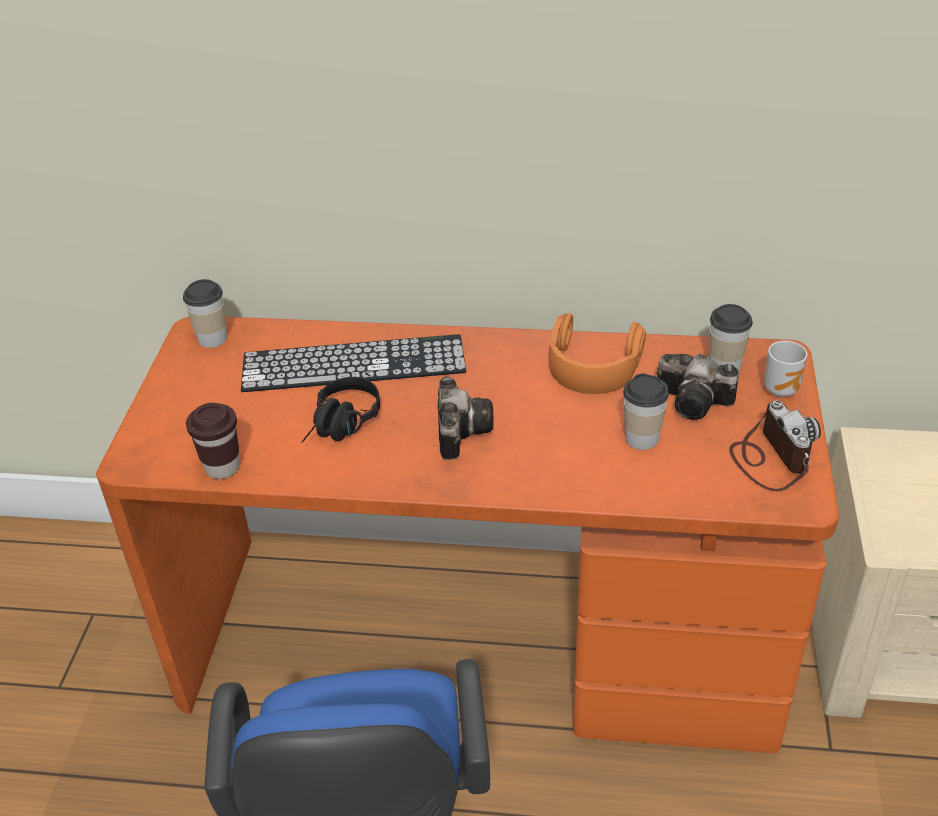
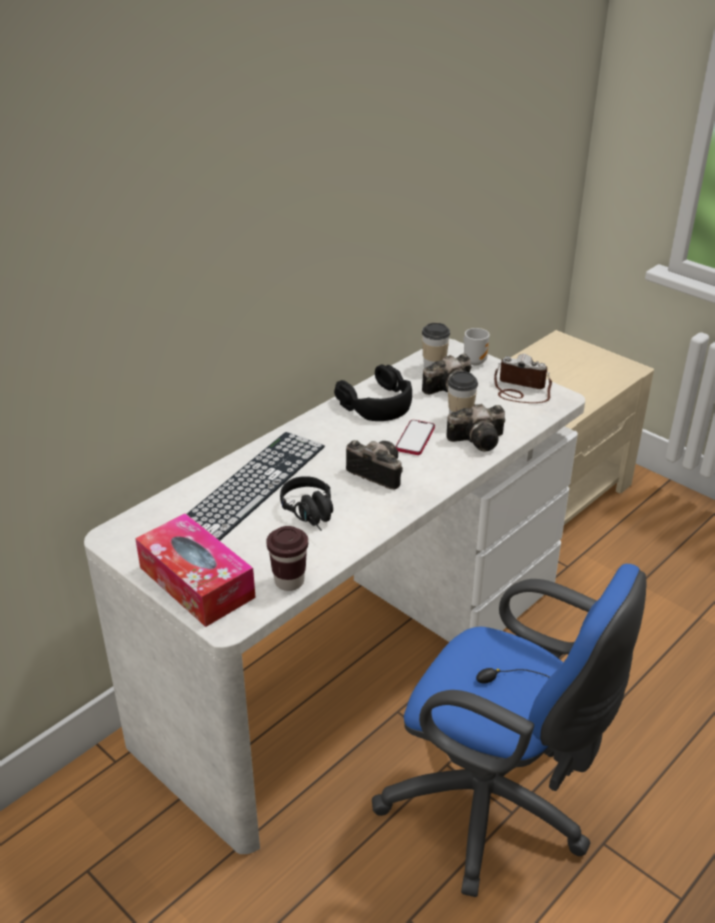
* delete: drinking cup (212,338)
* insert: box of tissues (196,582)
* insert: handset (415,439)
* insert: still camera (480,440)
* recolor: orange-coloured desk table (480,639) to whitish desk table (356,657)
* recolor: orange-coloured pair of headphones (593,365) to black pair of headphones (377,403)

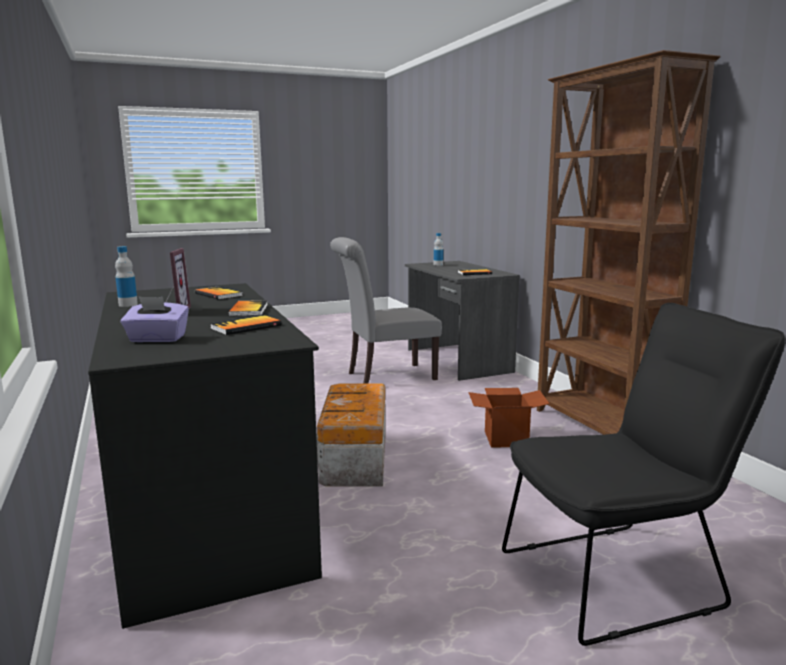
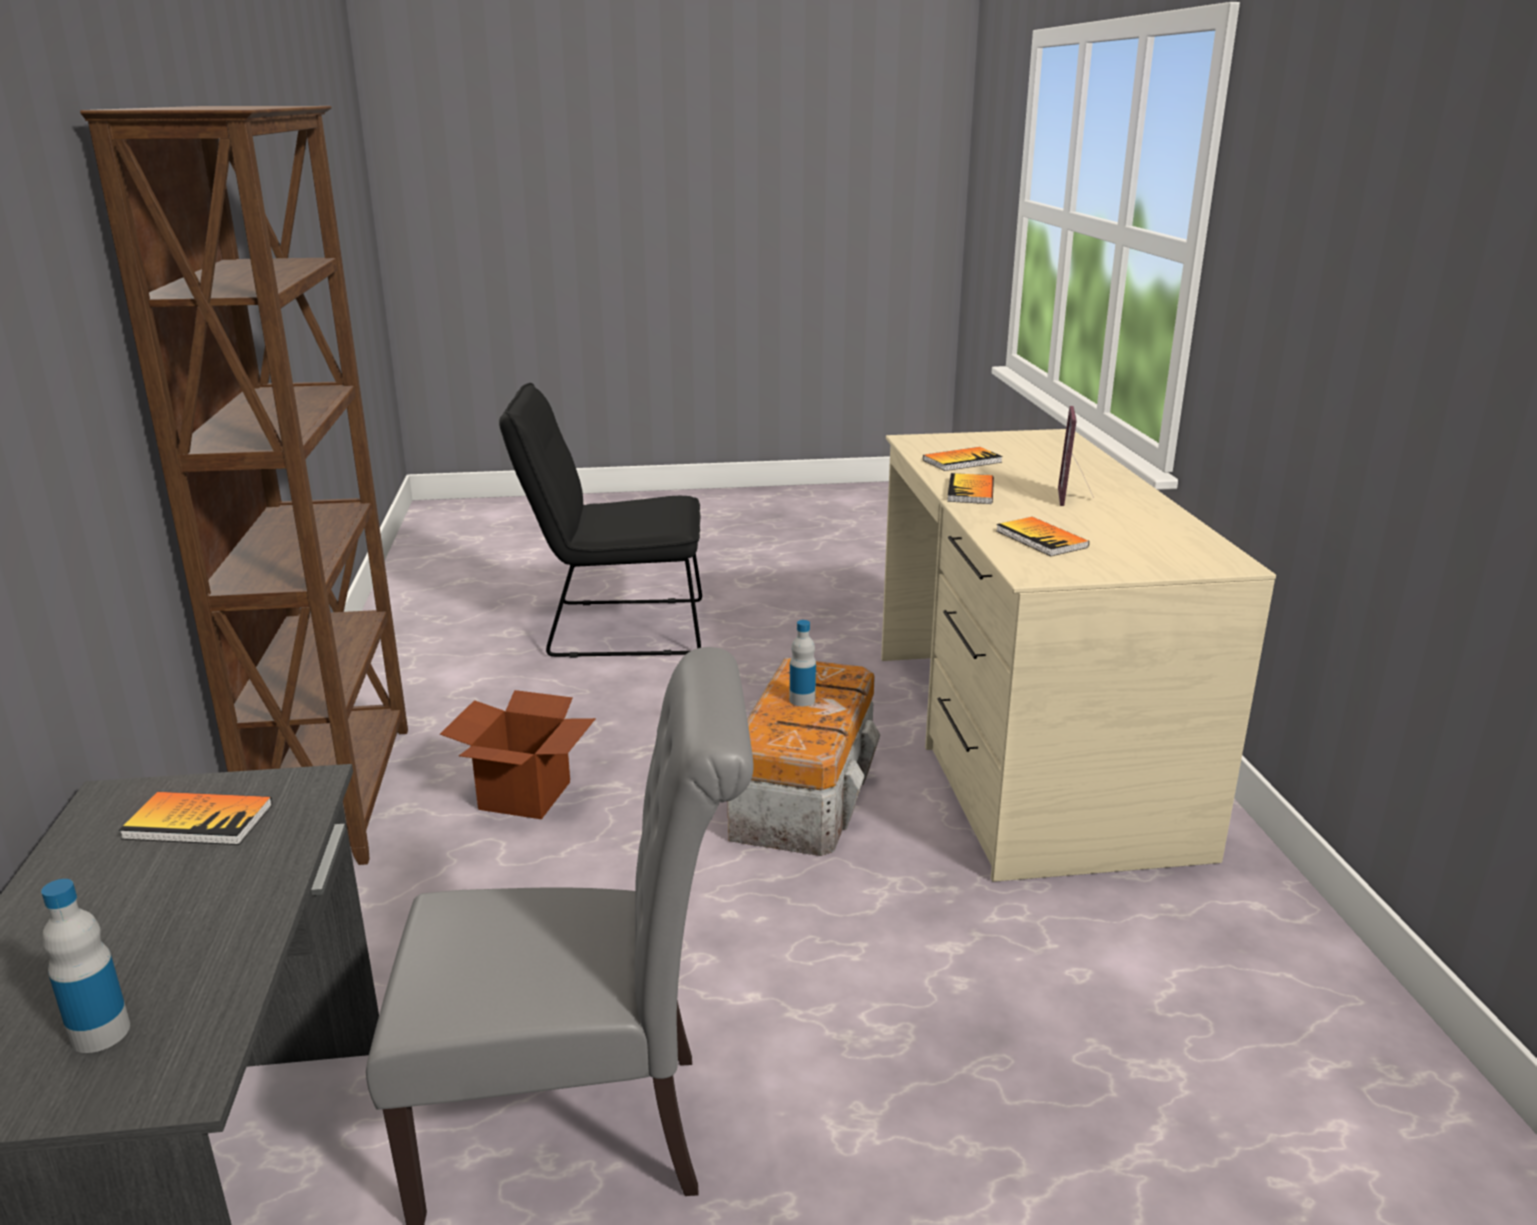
* delete: purple-coloured box of tissues (157,339)
* move: bottle (128,305) to (802,700)
* recolor: black desk table (207,505) to beige-coloured desk table (1023,746)

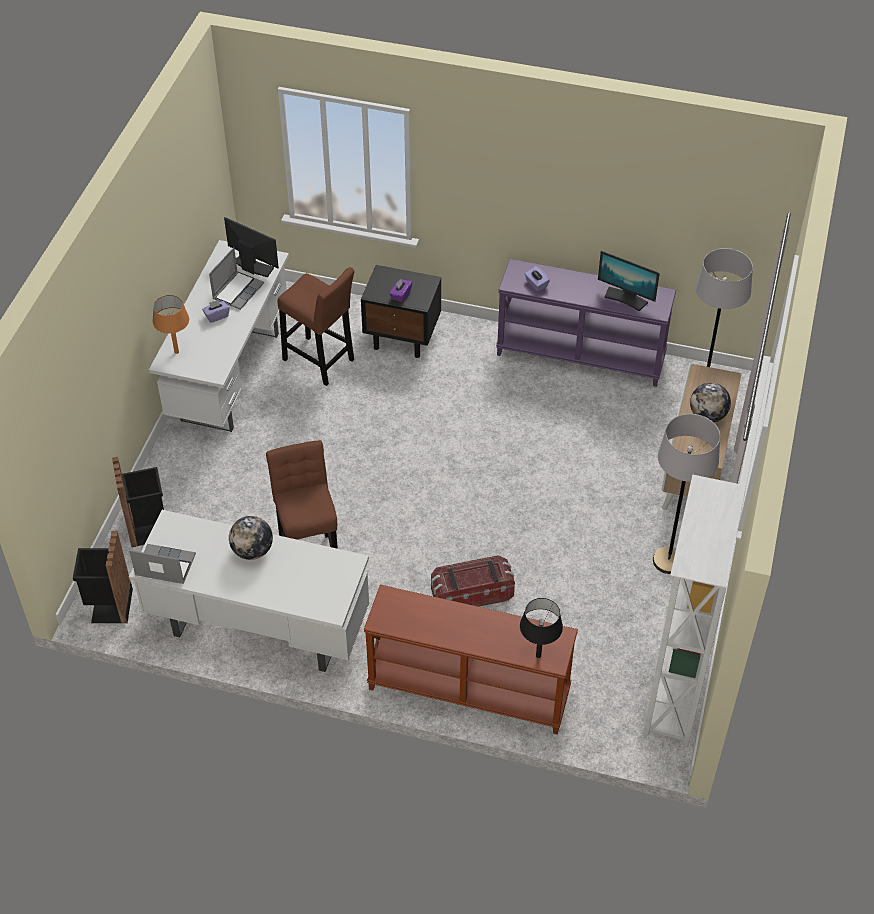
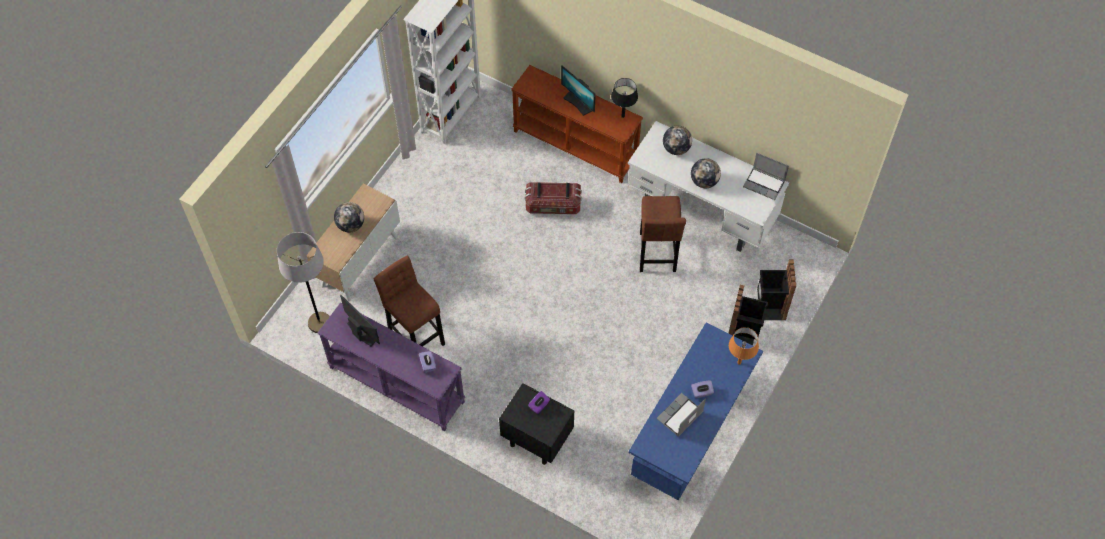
* delete: greyish standard lamp (668,561)
* insert: globe (676,148)
* move: black rubbish bin (109,606) to (743,334)
* move: computer display (253,266) to (578,103)
* move: brown stool (321,362) to (415,334)
* move: black tabletop lamp (538,656) to (623,116)
* recolor: whitish desk table (230,376) to bluish desk table (690,434)

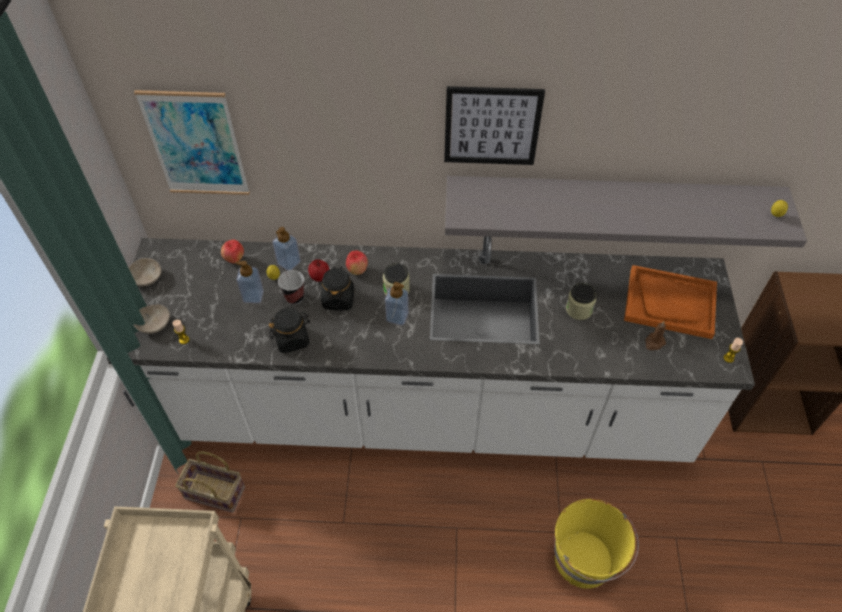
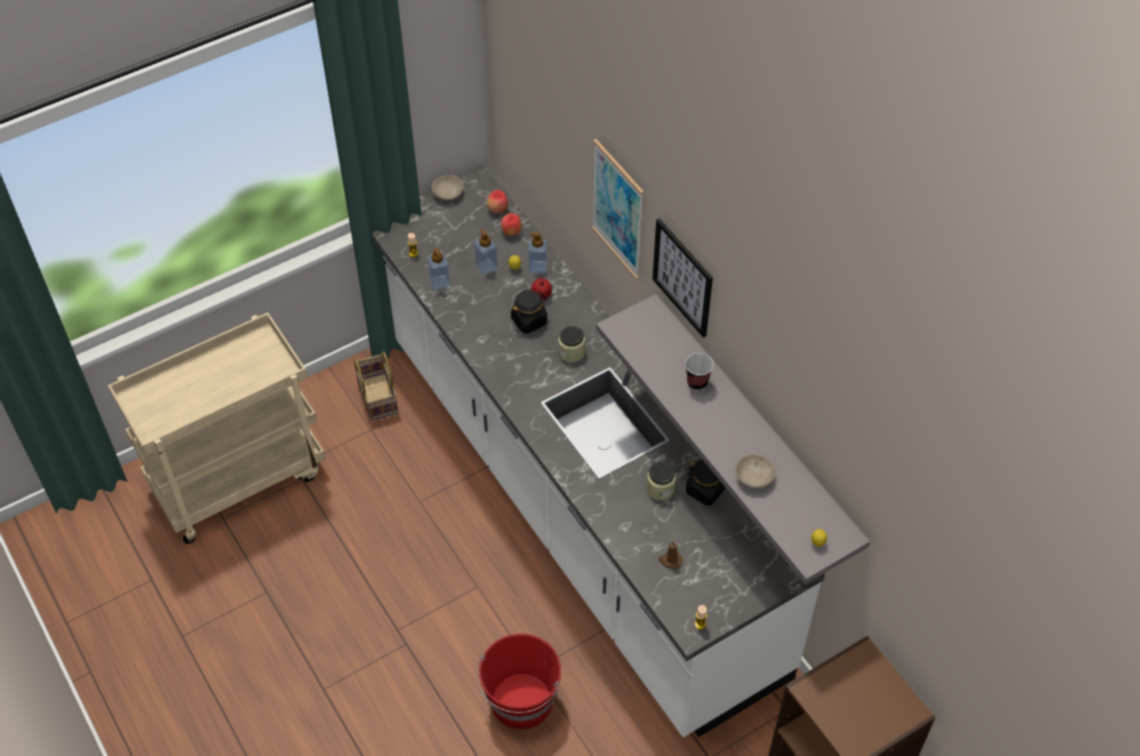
* delete: orange-coloured tray (670,303)
* move: wall art (196,144) to (618,209)
* move: beige-coloured deep dish (154,325) to (752,478)
* move: black storage jar (292,339) to (705,490)
* move: drinking cup (294,297) to (697,382)
* move: whole apple (357,270) to (498,210)
* move: soap bottle (397,317) to (439,282)
* recolor: yellow-coloured bucket (584,560) to red bucket (521,702)

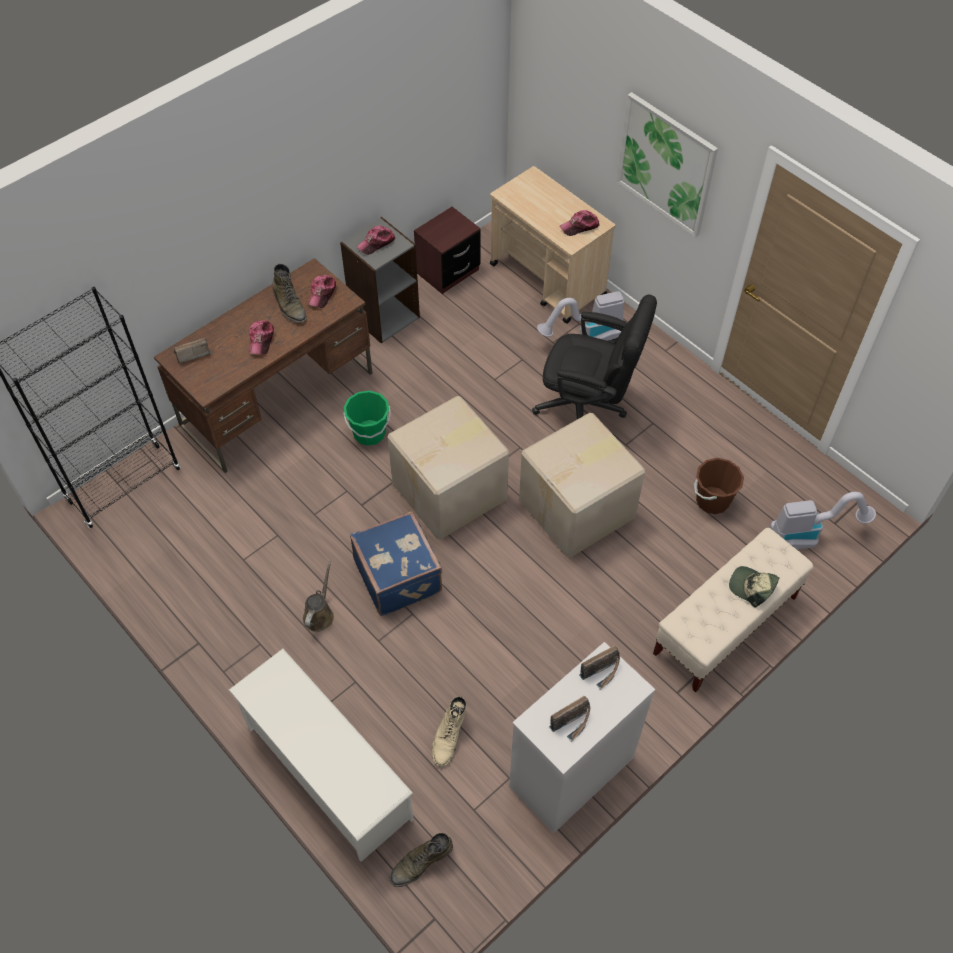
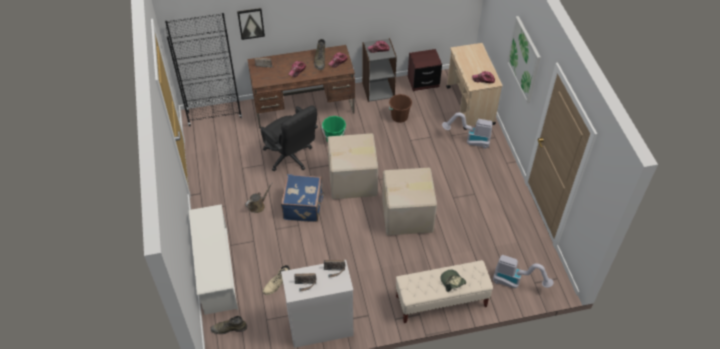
* insert: wall art (251,23)
* move: black desk chair (588,407) to (291,158)
* move: brown bucket (712,500) to (399,117)

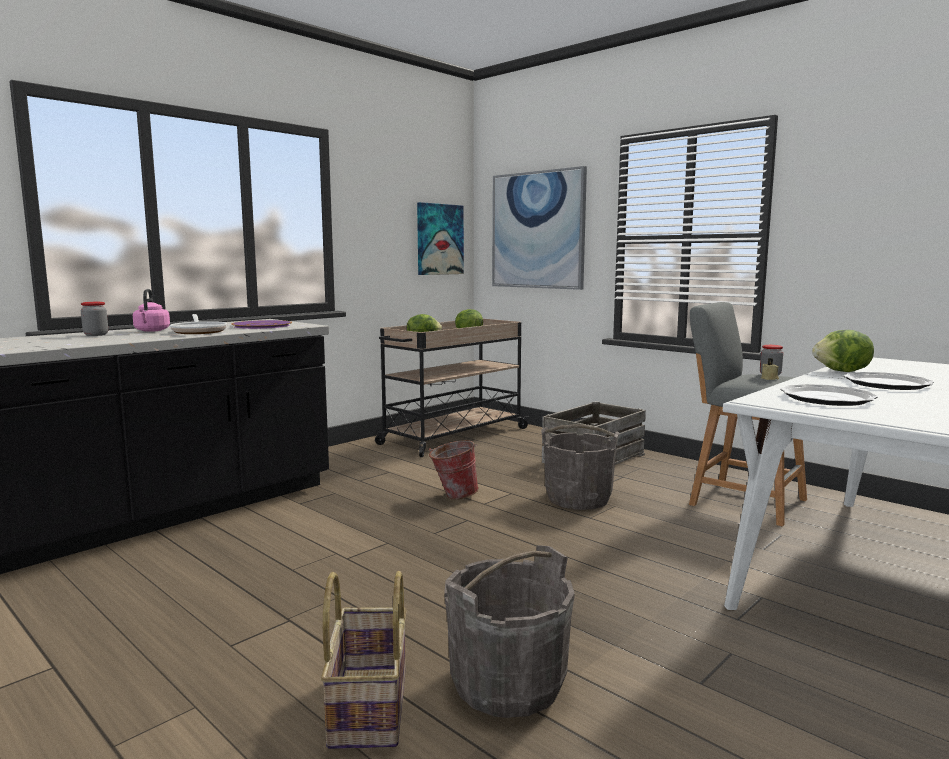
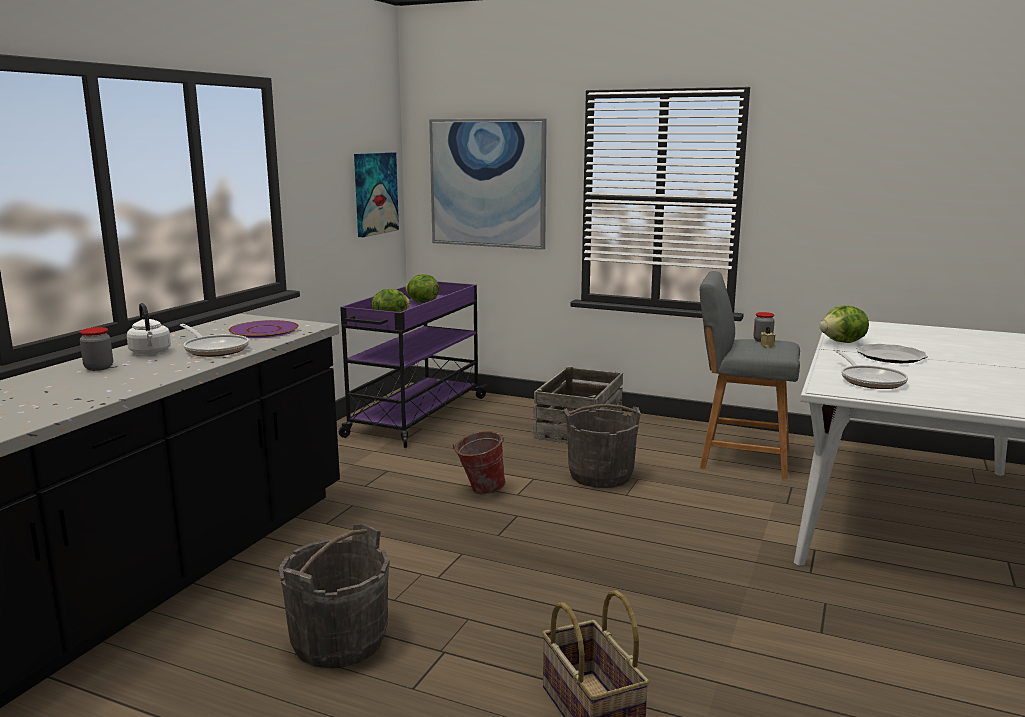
* move: greyish bucket (508,683) to (339,641)
* replace: dinner plate (827,398) to skillet (870,380)
* recolor: pink-coloured tea kettle (151,331) to whitish tea kettle (150,352)
* recolor: beige-coloured wheeled cart (453,436) to purple-coloured wheeled cart (416,417)

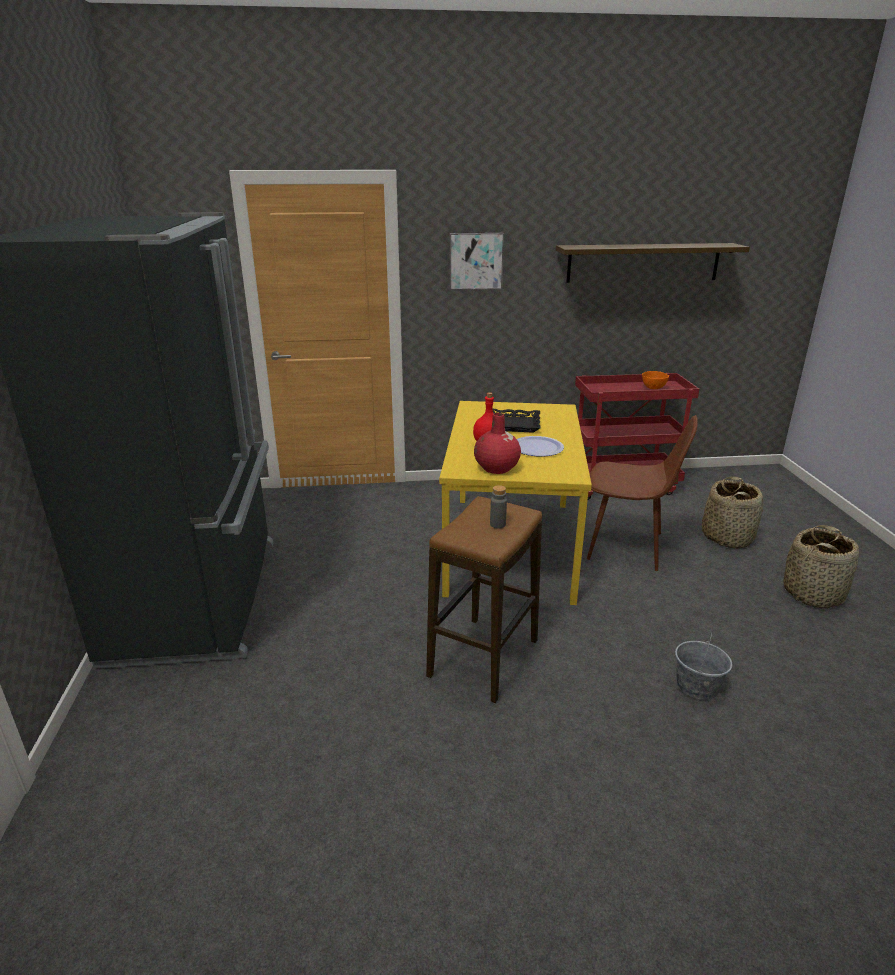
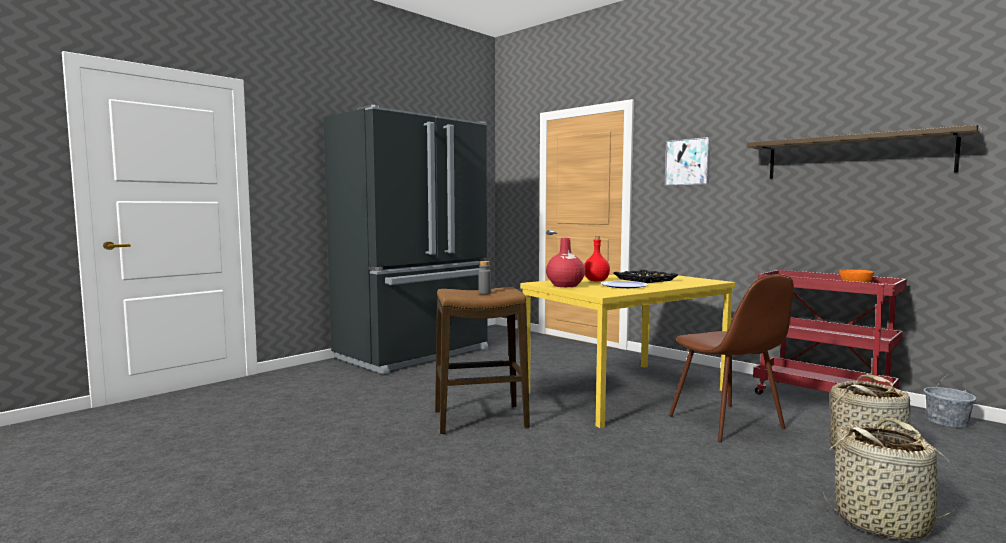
* move: greyish bucket (697,685) to (947,422)

